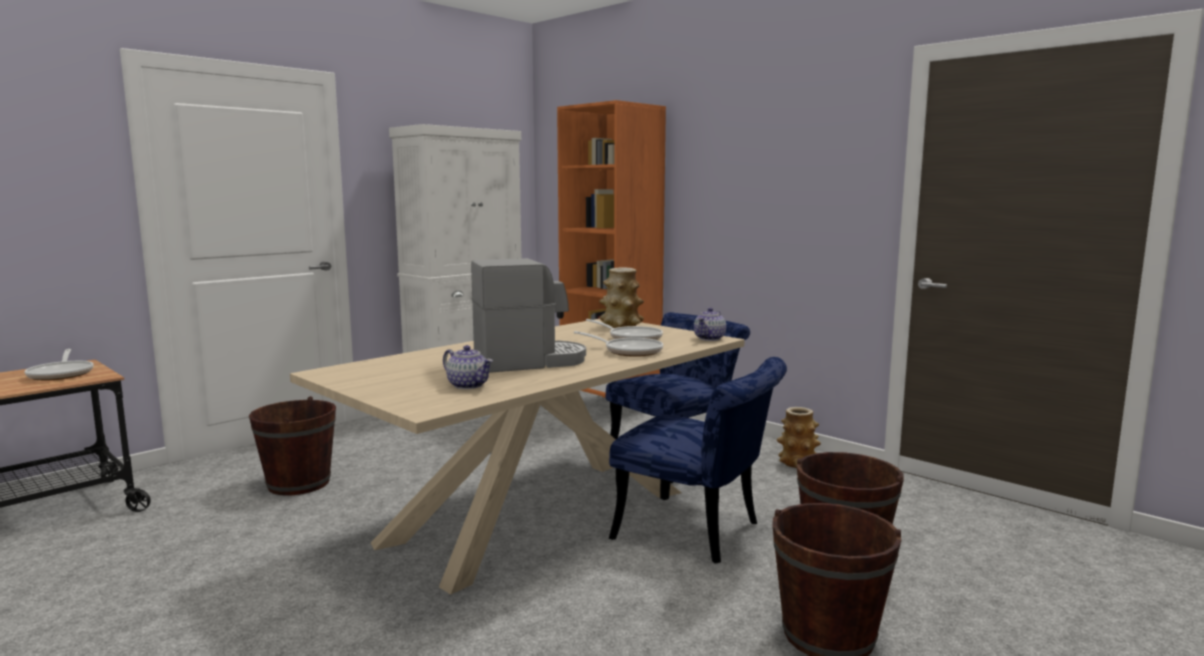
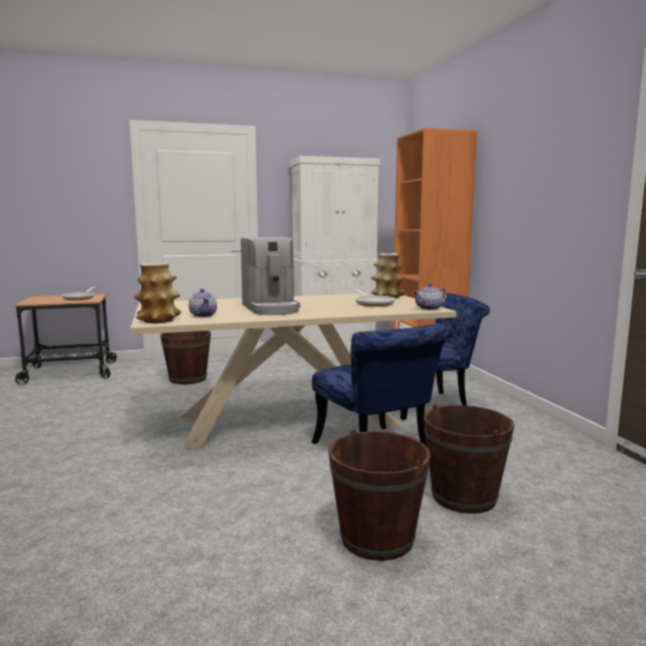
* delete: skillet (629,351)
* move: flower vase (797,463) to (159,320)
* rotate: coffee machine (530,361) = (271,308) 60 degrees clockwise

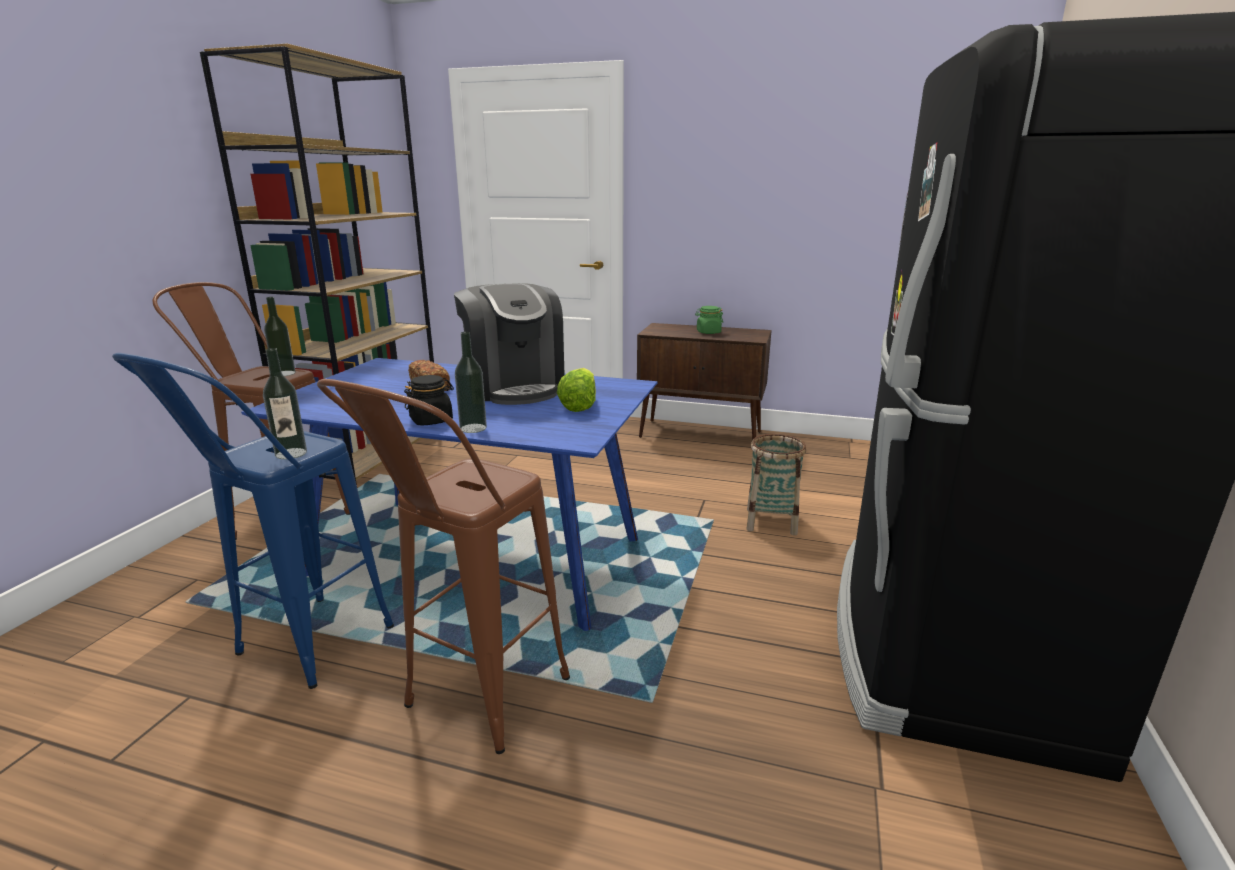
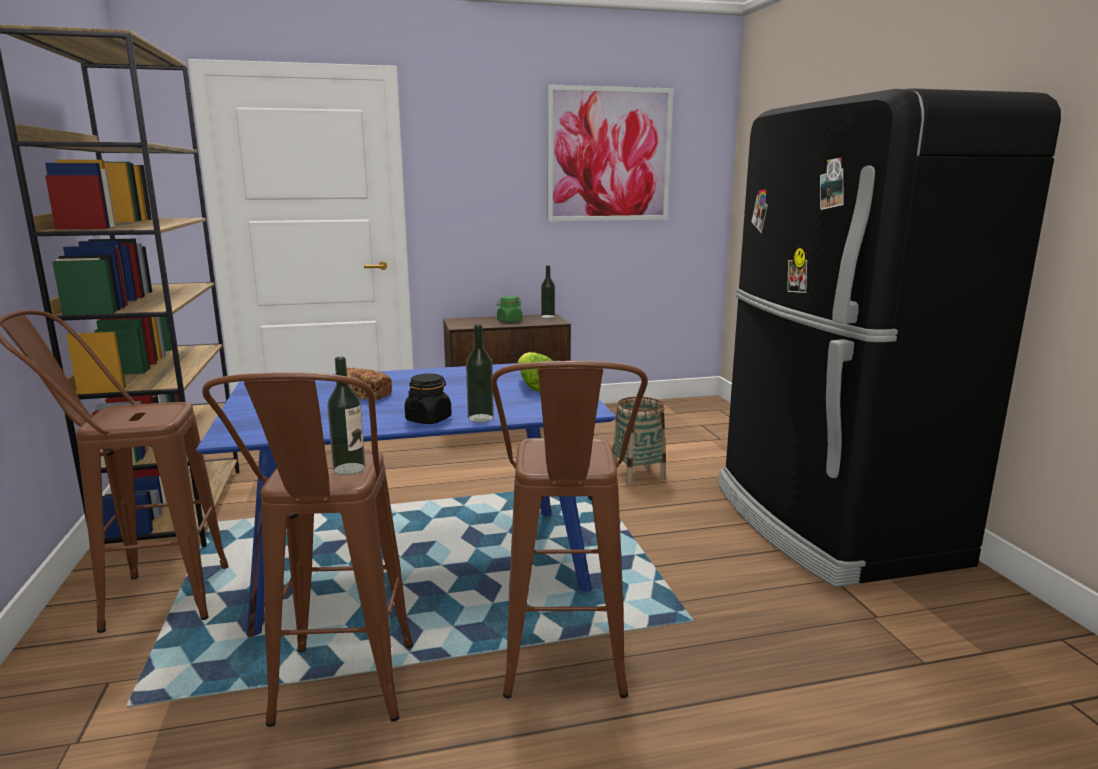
* delete: coffee machine (514,387)
* insert: wall art (609,155)
* move: bottle (284,373) to (548,316)
* recolor: bluish stool (297,653) to brown stool (339,701)

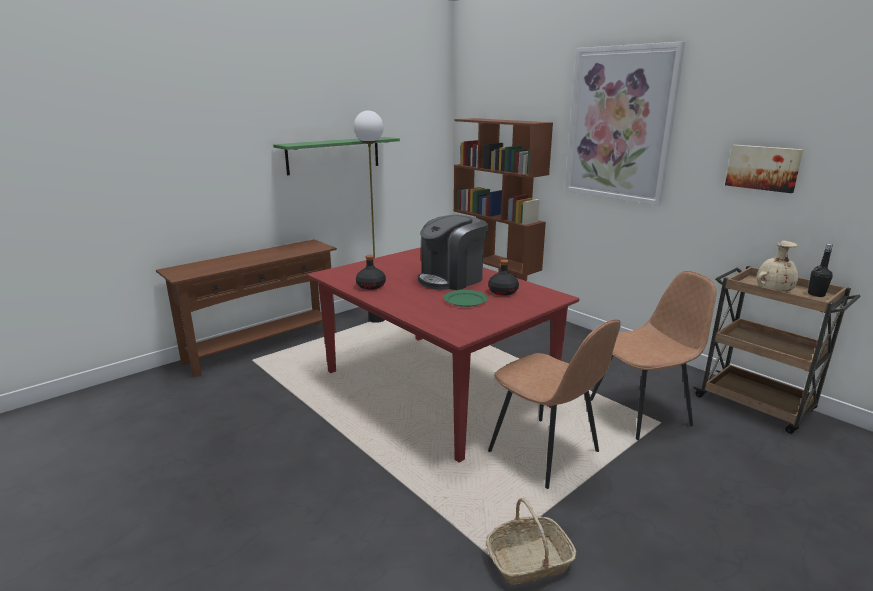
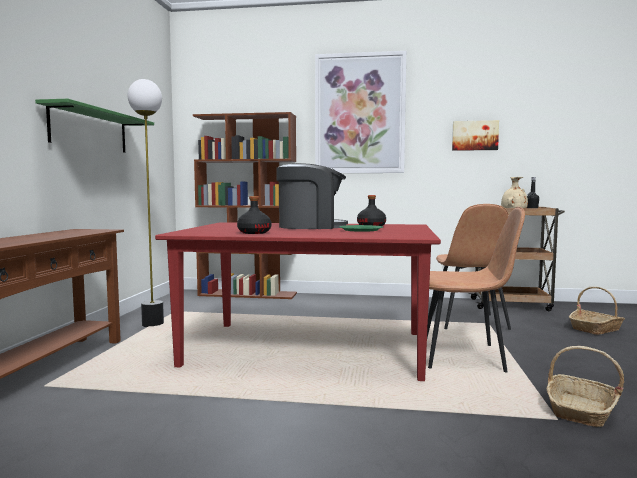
* insert: basket (596,329)
* rotate: coffee machine (451,279) = (310,226) 105 degrees counterclockwise
* rotate: brown plain chair (641,412) = (469,322) 150 degrees clockwise

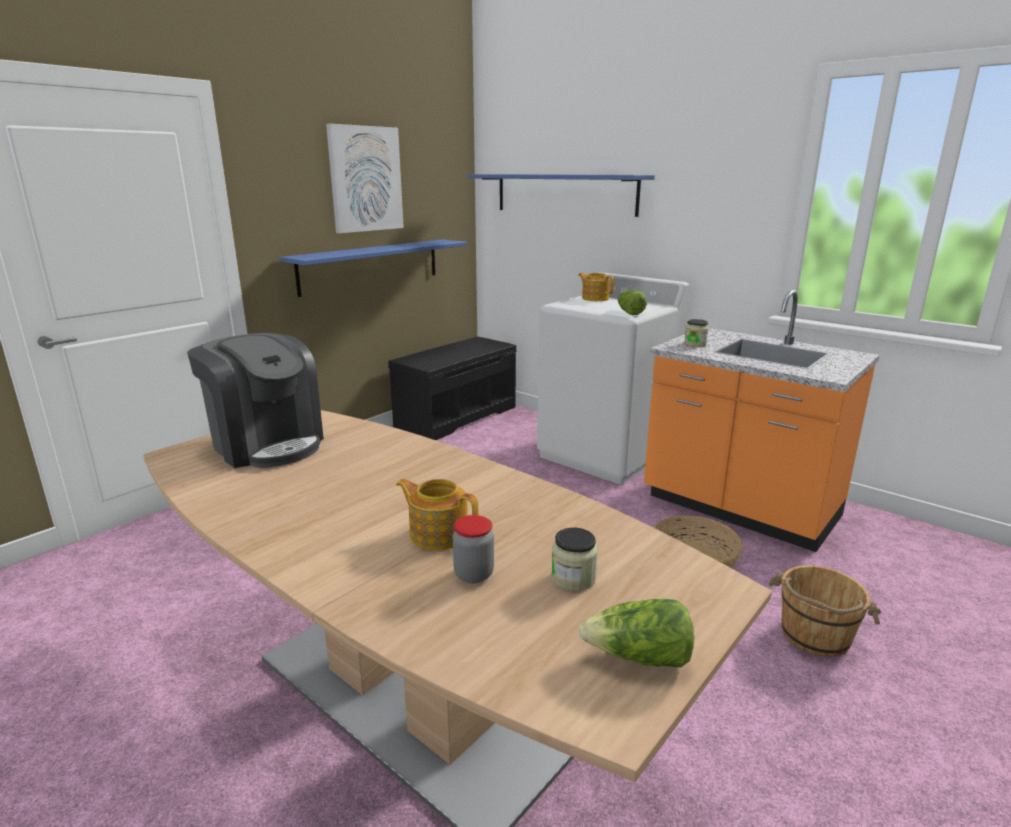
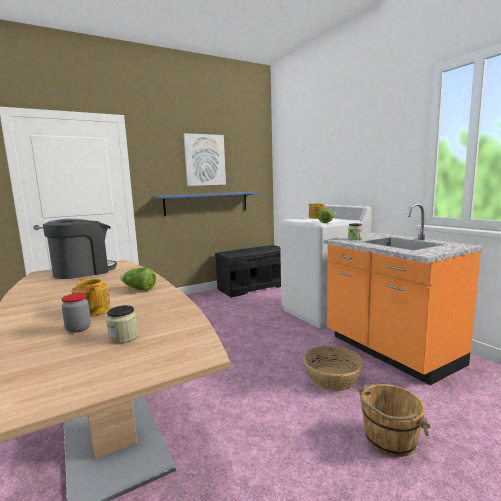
* delete: bluish shelf (564,193)
* move: lettuce (639,658) to (138,289)
* rotate: coffee machine (267,444) = (83,271) 105 degrees counterclockwise

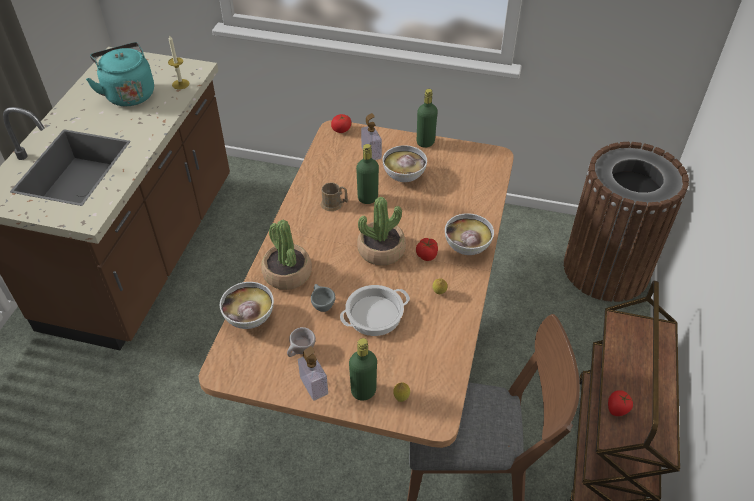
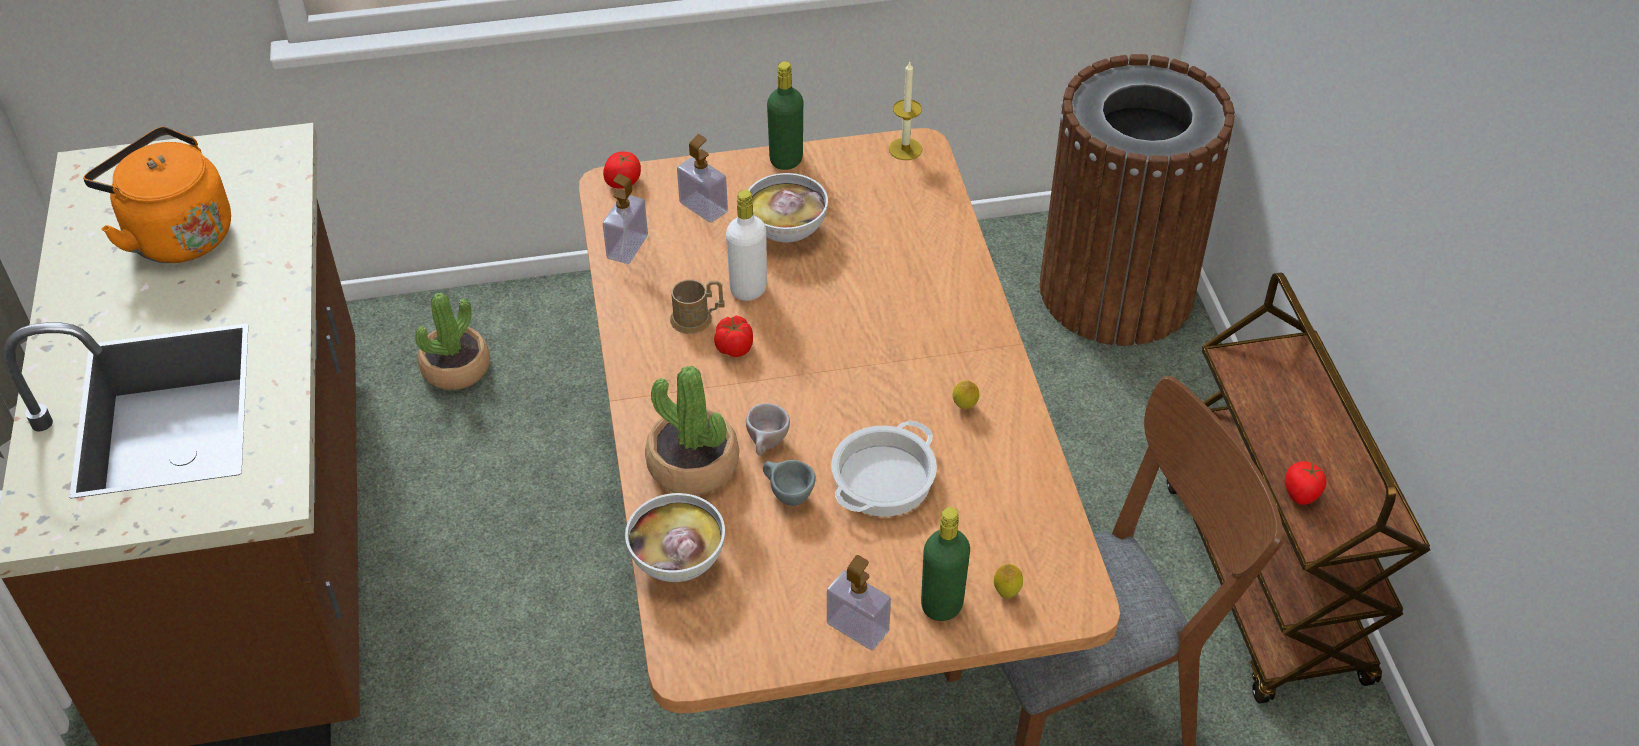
* delete: deep dish (466,247)
* insert: soap bottle (627,247)
* move: candle (180,84) to (905,149)
* move: beige-coloured drinking cup (301,352) to (767,446)
* move: potted plant (381,250) to (456,368)
* move: whole tomato (427,255) to (735,347)
* recolor: turquoise-coloured tea kettle (129,94) to orange-coloured tea kettle (176,234)
* recolor: green-coloured bottle (367,198) to whitish bottle (748,289)

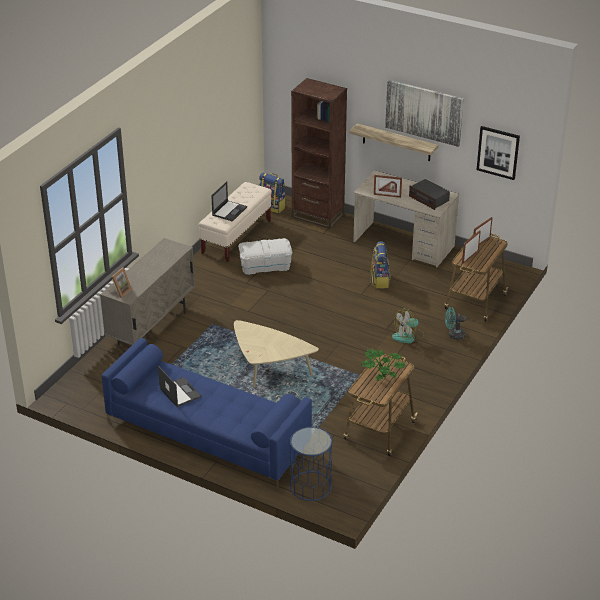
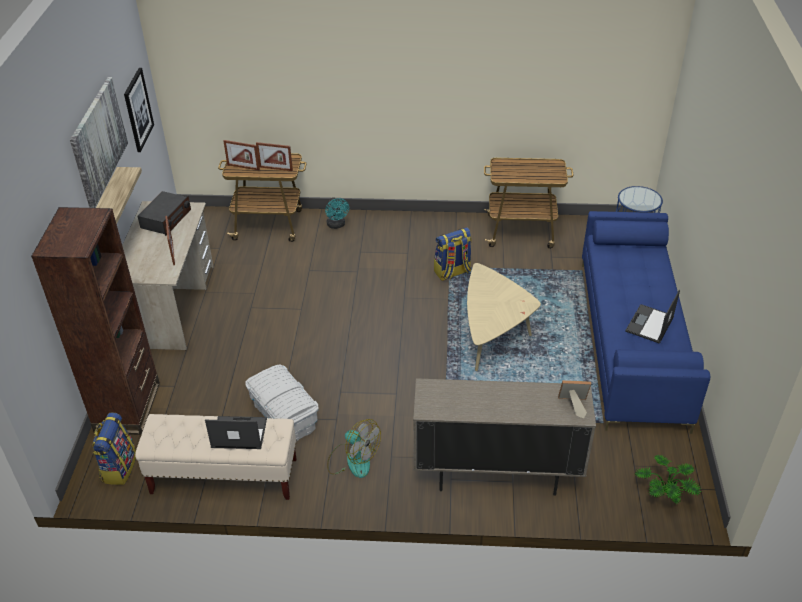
* move: potted plant (382,376) to (665,494)
* move: knapsack (379,280) to (452,272)
* move: fan (408,336) to (352,460)

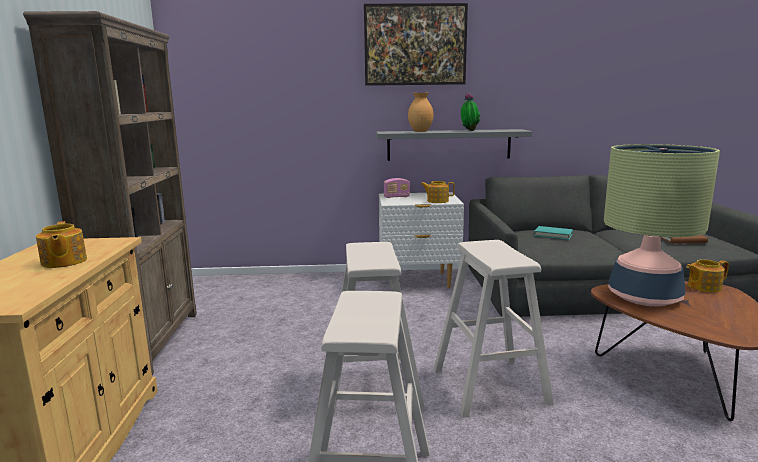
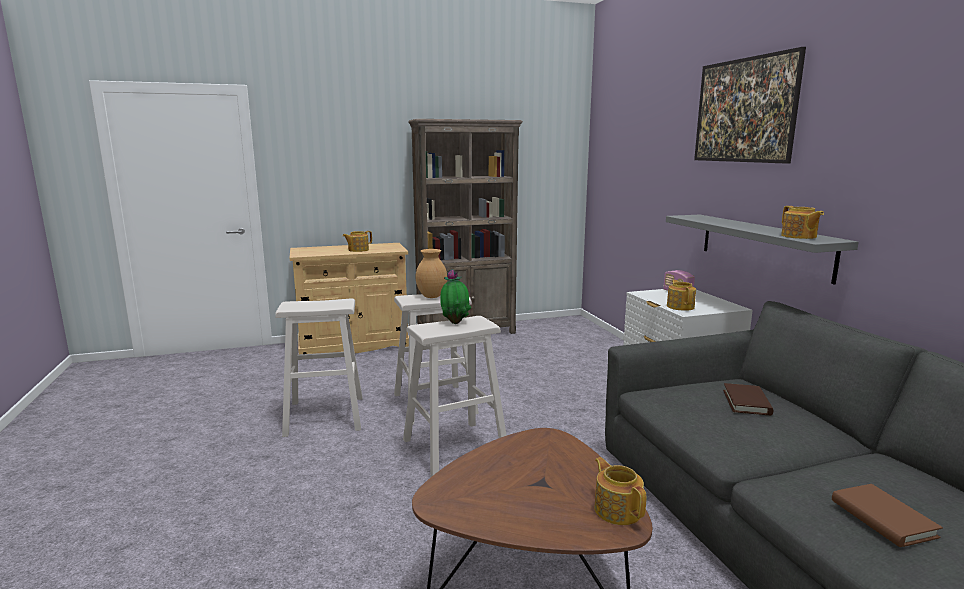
* delete: tabletop lamp (644,297)
* insert: teapot (798,236)
* move: brown flower vase (420,131) to (431,296)
* move: potted plant (469,131) to (455,322)
* recolor: turquoise-coloured bound book (553,235) to brown bound book (746,402)

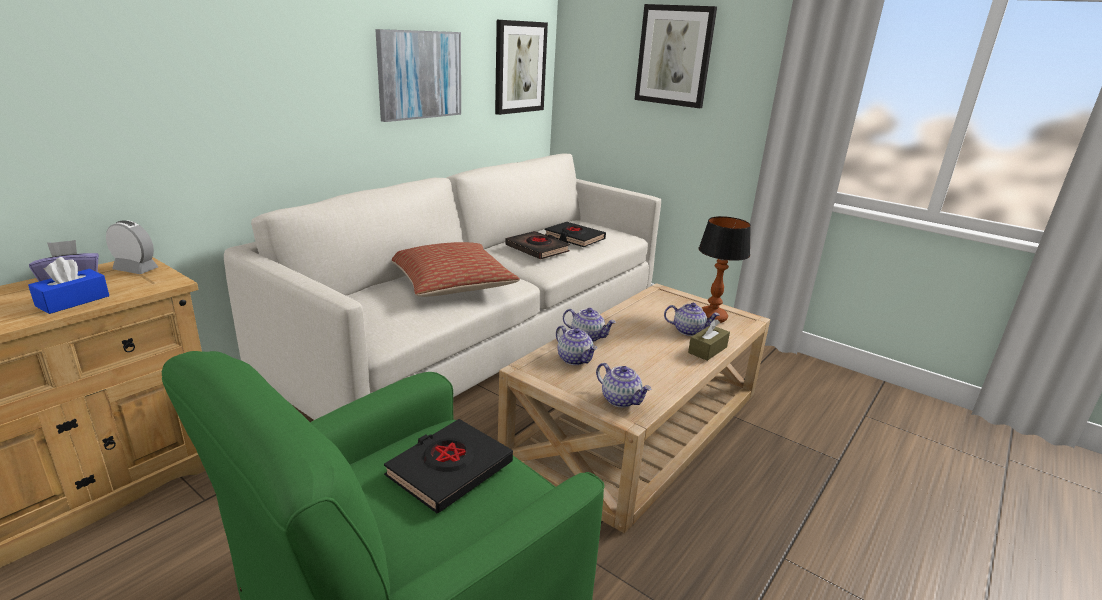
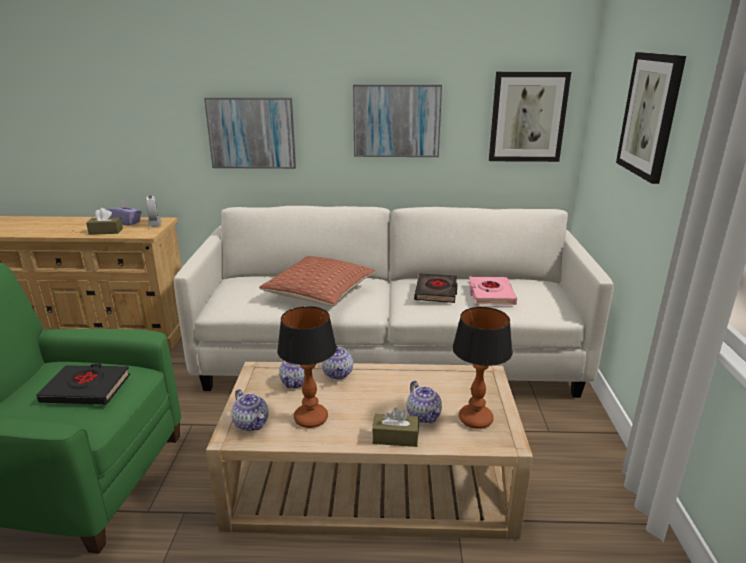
* insert: wall art (251,133)
* insert: tabletop lamp (311,419)
* recolor: bluish box of tissues (73,301) to brown box of tissues (106,231)
* recolor: black bound book (574,238) to pink-coloured bound book (490,294)
* rotate: teapot (621,400) = (252,423) 45 degrees counterclockwise

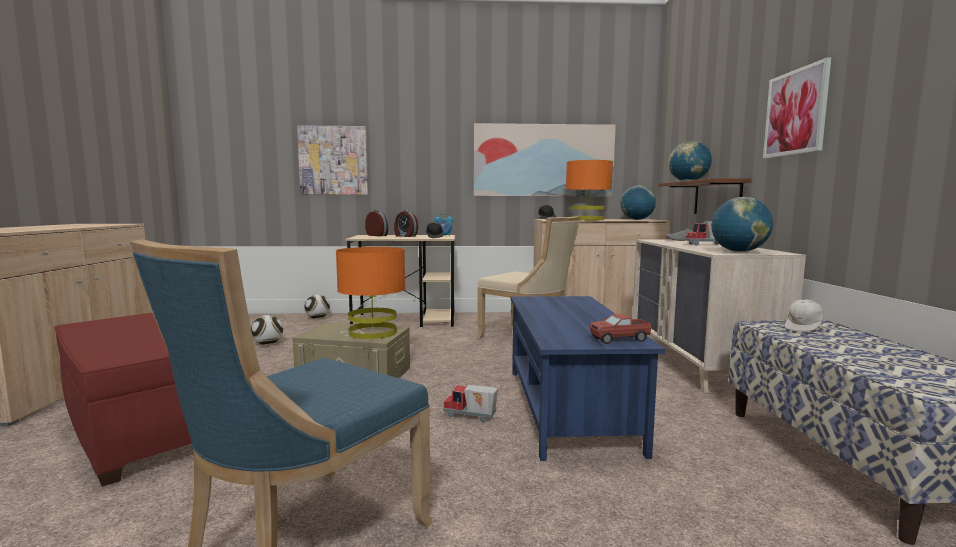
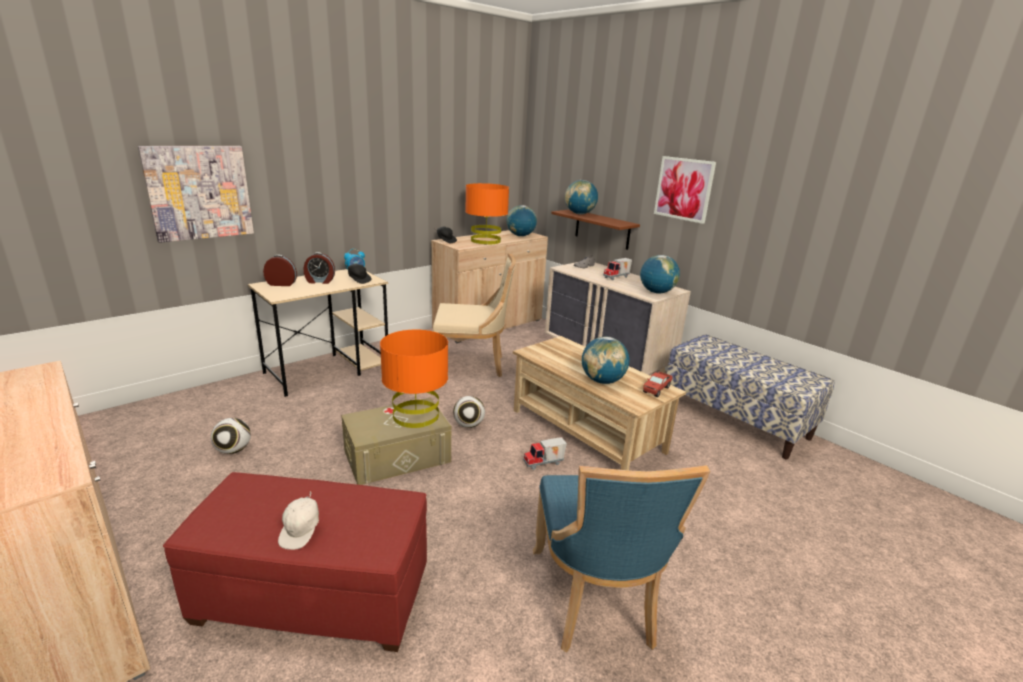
* delete: wall art (543,160)
* insert: globe (602,381)
* move: football (317,318) to (468,425)
* move: whitish baseball cap (804,328) to (301,532)
* recolor: bluish lounge table (569,407) to beige-coloured lounge table (587,431)

